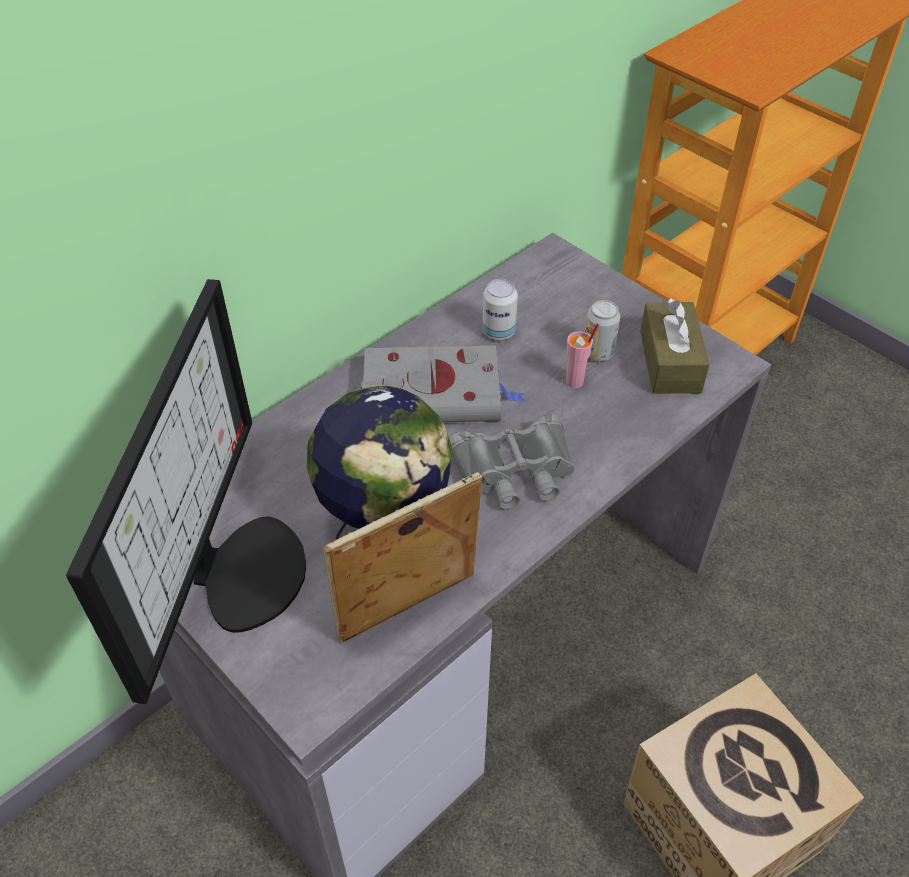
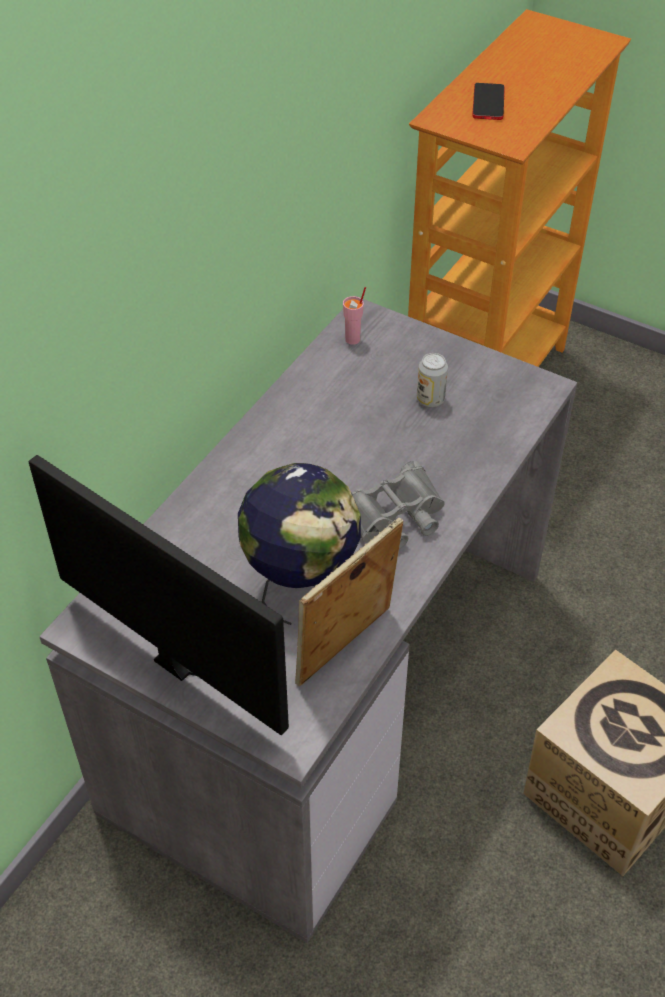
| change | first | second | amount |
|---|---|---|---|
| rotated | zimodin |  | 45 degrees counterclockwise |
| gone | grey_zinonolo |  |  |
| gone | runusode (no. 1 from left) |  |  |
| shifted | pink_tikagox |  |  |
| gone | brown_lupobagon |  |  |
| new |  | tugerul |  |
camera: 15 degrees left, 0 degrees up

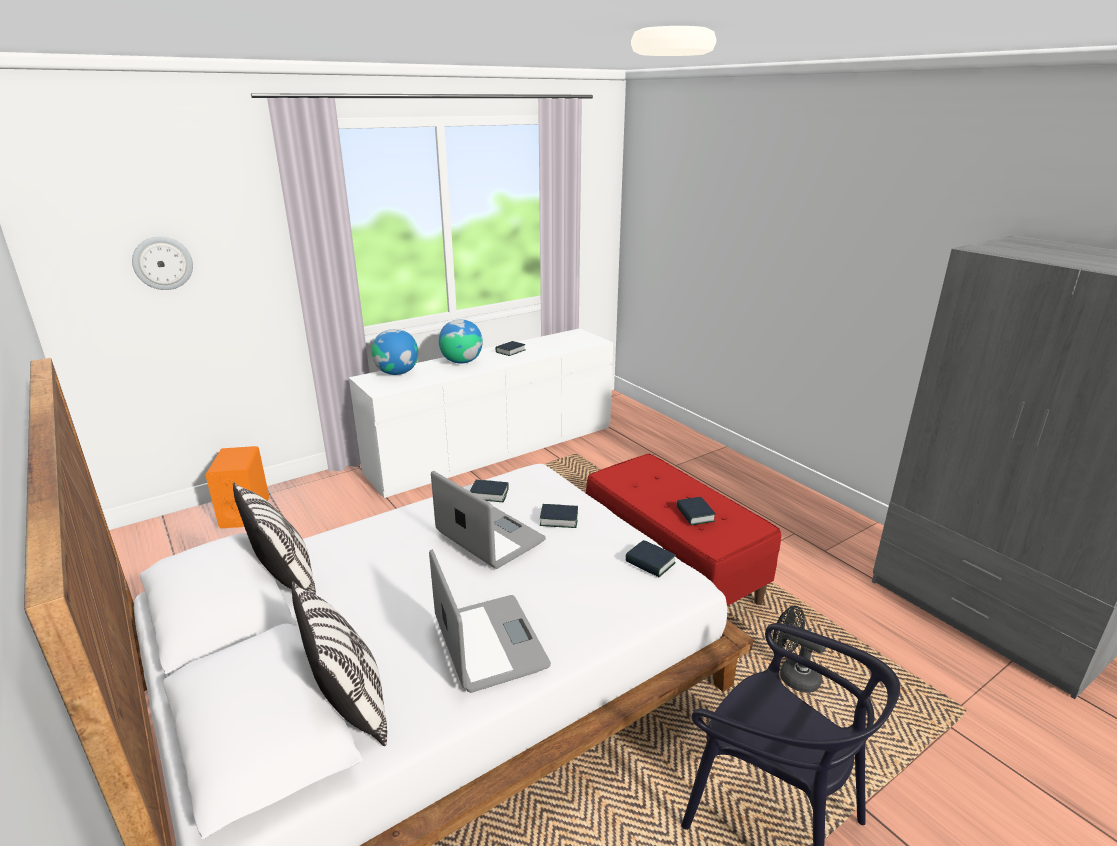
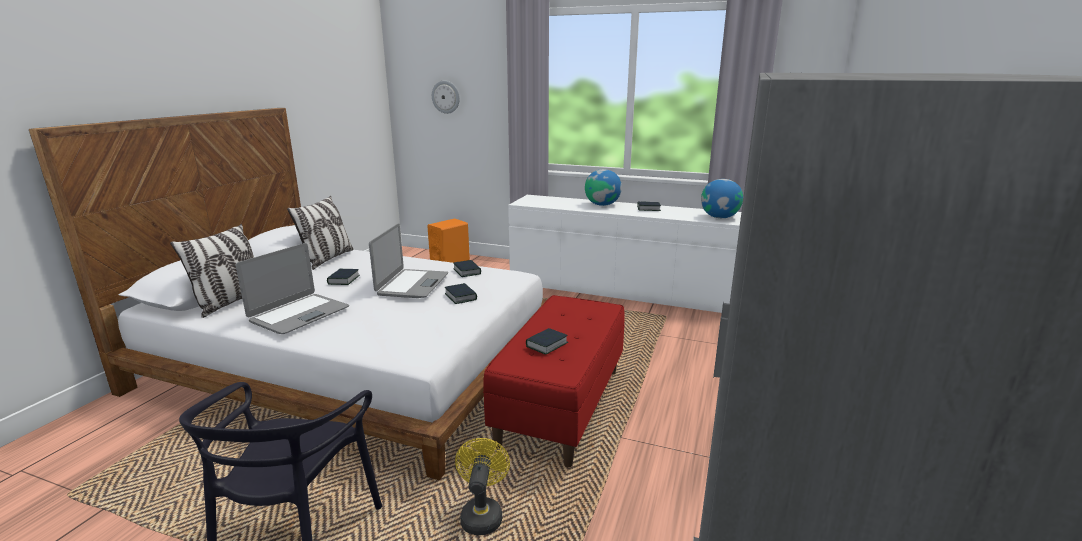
| change | first | second | amount |
|---|---|---|---|
| shifted | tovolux (no. 1 from left in the first image) | tovolux (no. 2 from left) |  |
| shifted | zinonolo (no. 4 from left in the first image) | zinonolo (no. 1 from left) |  |
| repainted | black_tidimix | yellow_tidimix |  |
camera: 55 degrees right, 5 degrees down

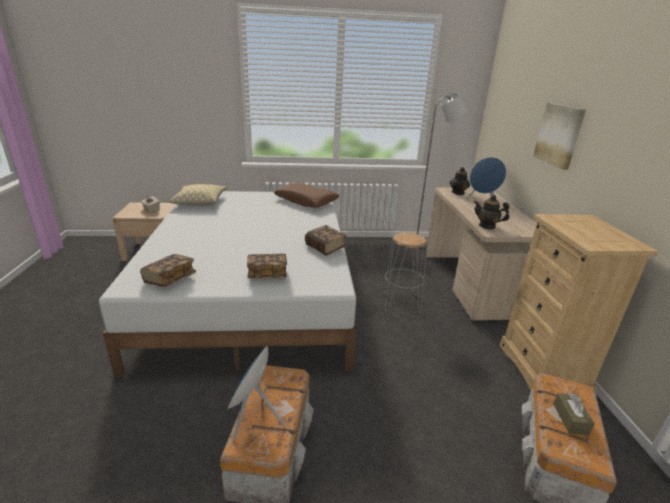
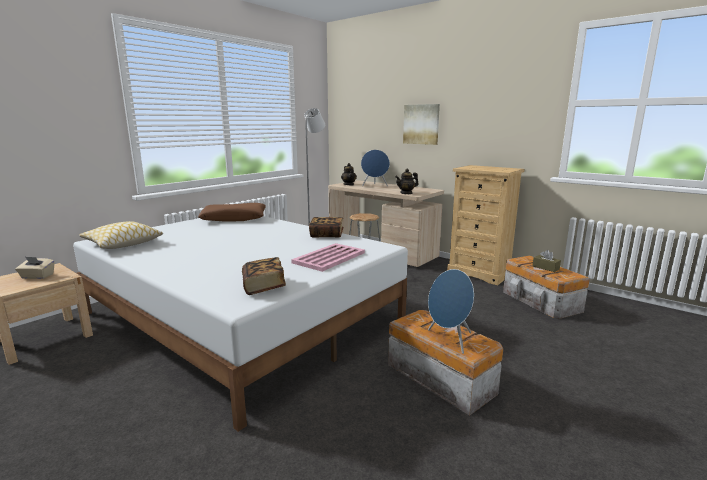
| change | first | second | amount |
|---|---|---|---|
| swapped | zinonolo (no. 2 from left) | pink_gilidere |  |
camera: 45 degrees left, 10 degrees down

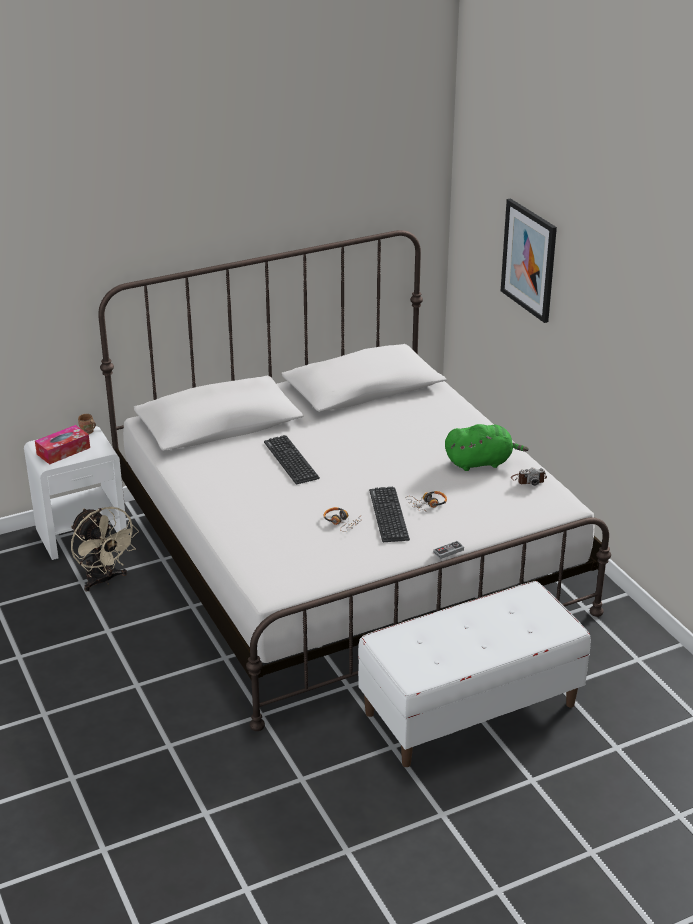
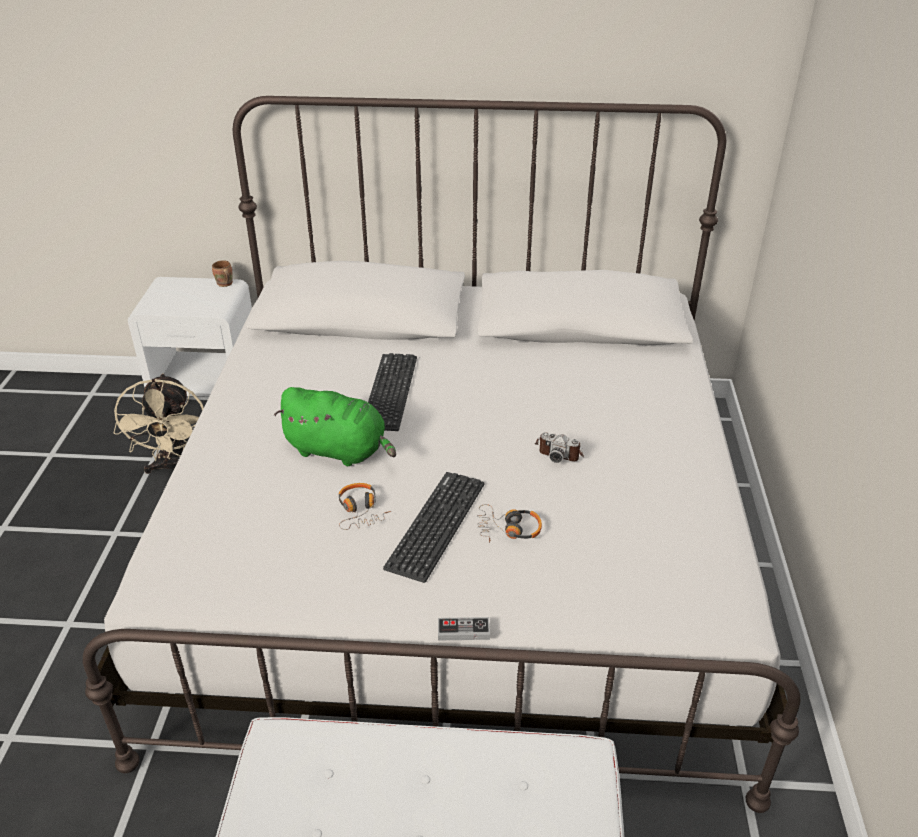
| change | first | second | amount |
|---|---|---|---|
| gone | lupobagon |  |  |
| shifted | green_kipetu |  |  |
| gone | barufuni |  |  |
| shifted | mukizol |  |  |
camera: 30 degrees right, 5 degrees up

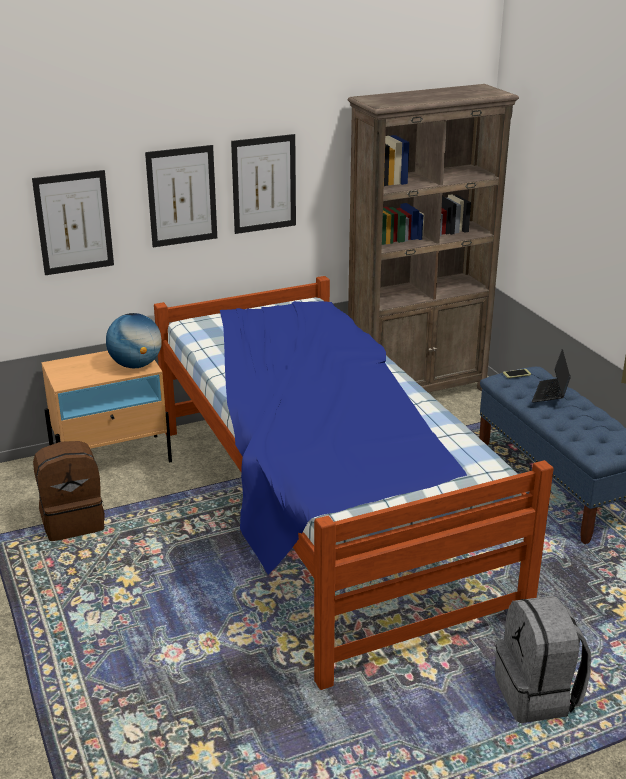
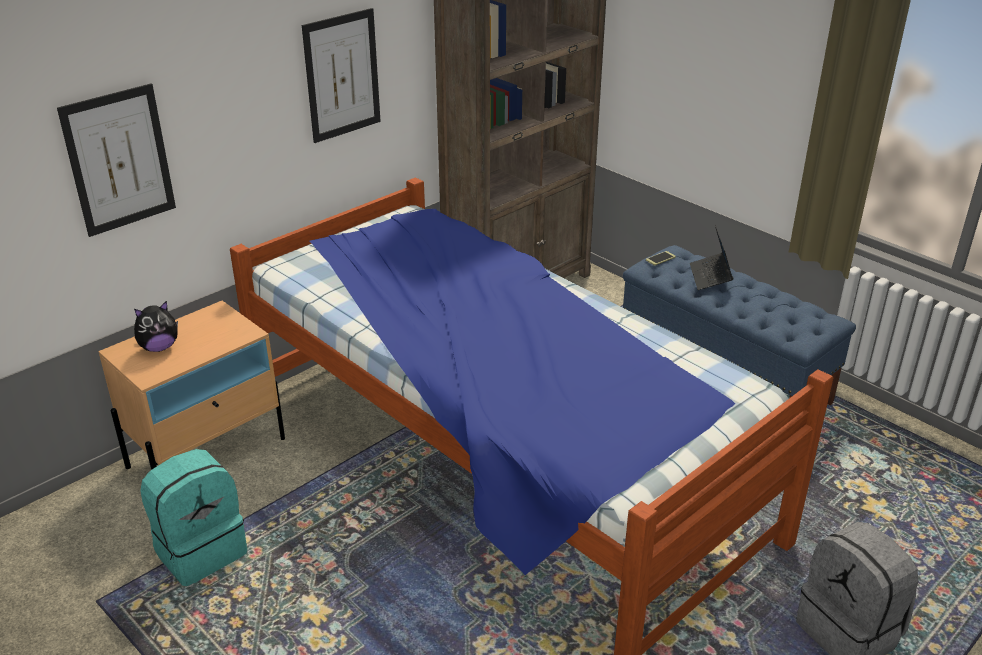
| change | first | second | amount |
|---|---|---|---|
| repainted | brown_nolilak | turquoise_nolilak |  |
| gone | tovolux |  |  |
| gone | barufuni (no. 2 from left) |  |  |
| new |  | kipetu |  |
camera: 20 degrees left, 5 degrees up

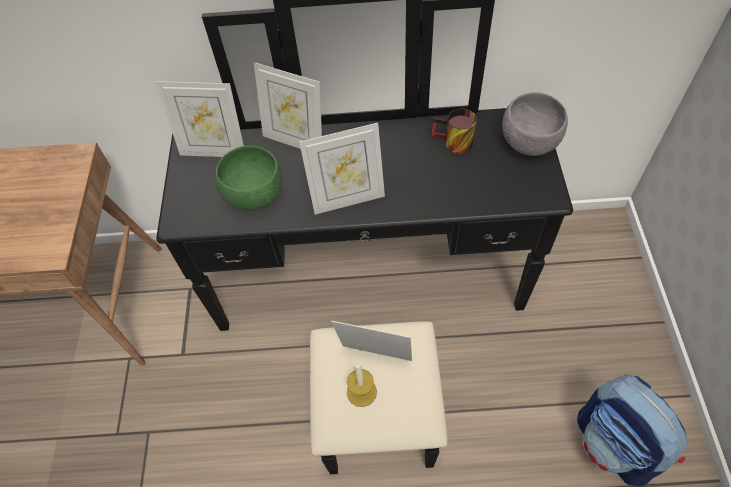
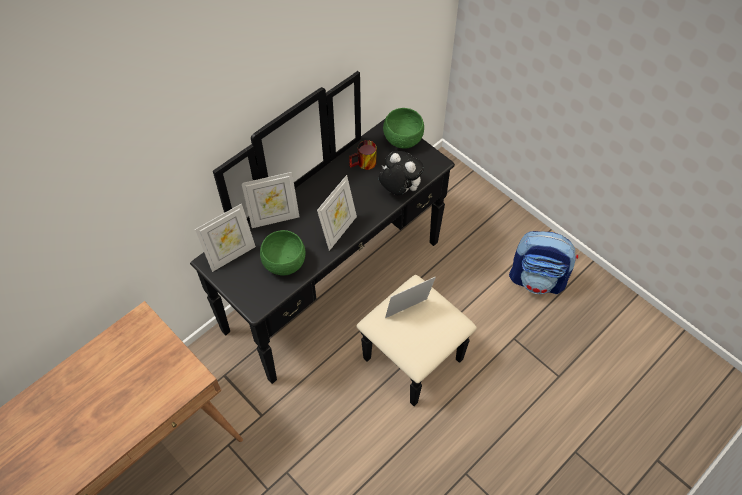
| change | first | second | amount |
|---|---|---|---|
| gone | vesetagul |  |  |
| repainted | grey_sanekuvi | green_sanekuvi (no. 2 from left) |  |
| new |  | kipetu |  |
camera: 45 degrees left, 0 degrees up

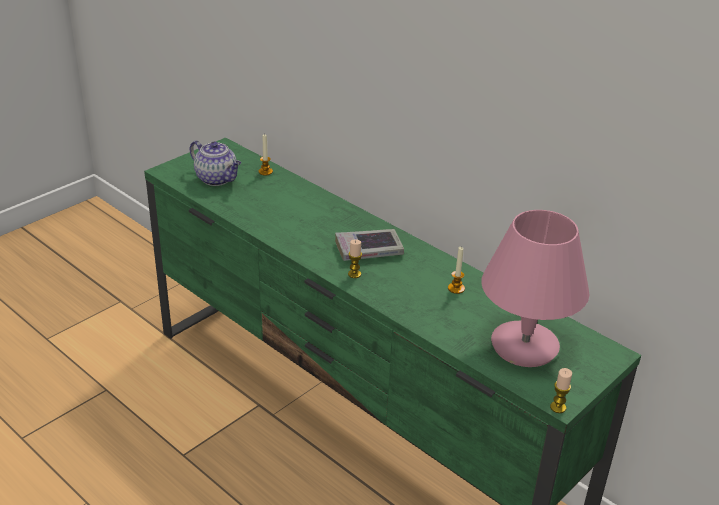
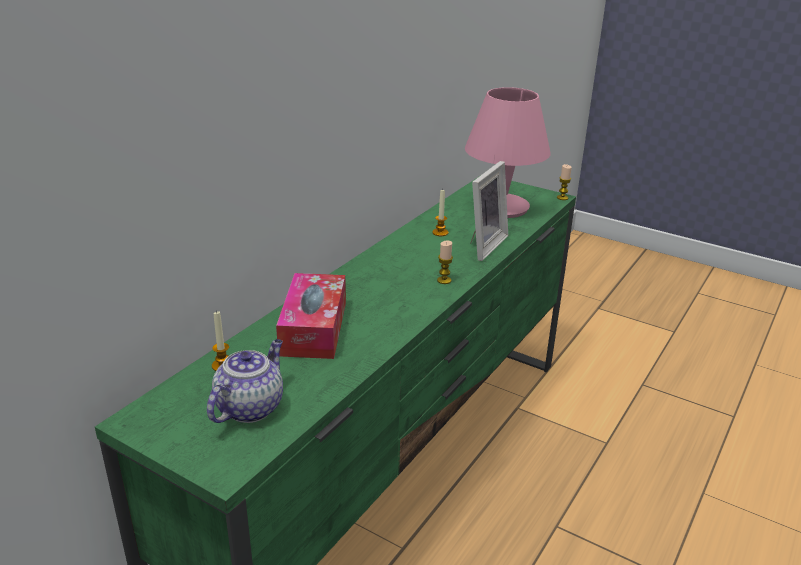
| change | first | second | amount |
|---|---|---|---|
| gone | zinonolo |  |  |
| new |  | lupobagon |  |
| new |  | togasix |  |
camera: 100 degrees left, 5 degrees down

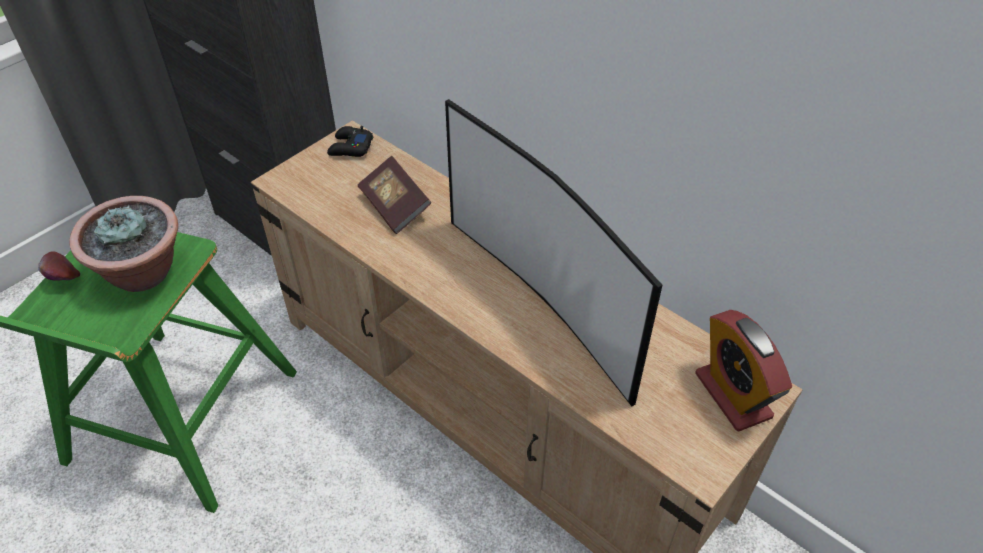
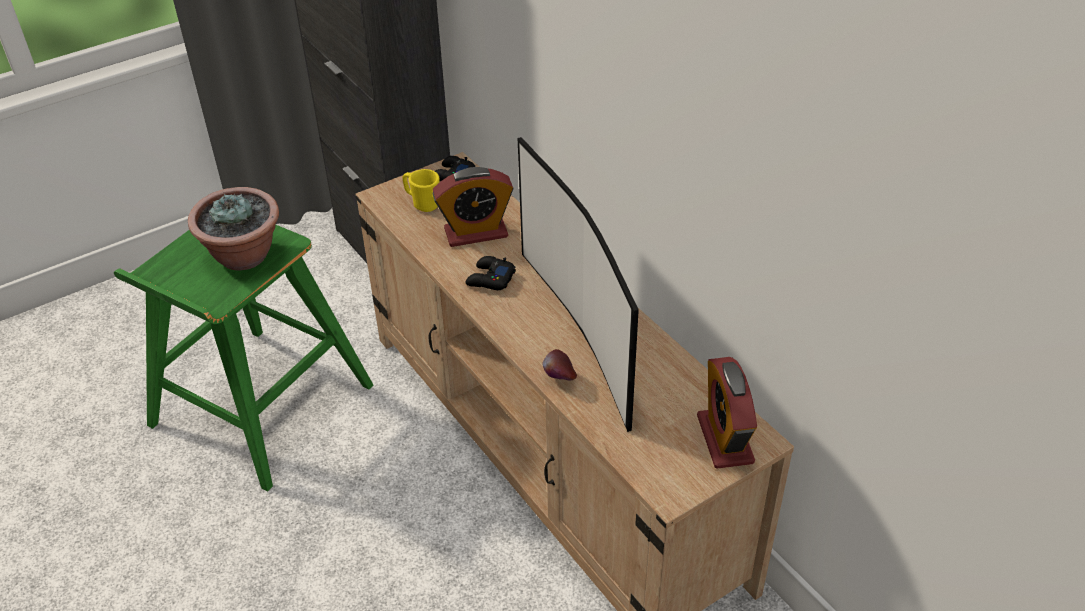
| change | first | second | amount |
|---|---|---|---|
| shifted | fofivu |  |  |
| swapped | zinonolo | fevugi (no. 1 from left) |  |
| new |  | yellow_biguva |  |
| new |  | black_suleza (no. 2 from left) |  |
camera: 15 degrees right, 5 degrees down

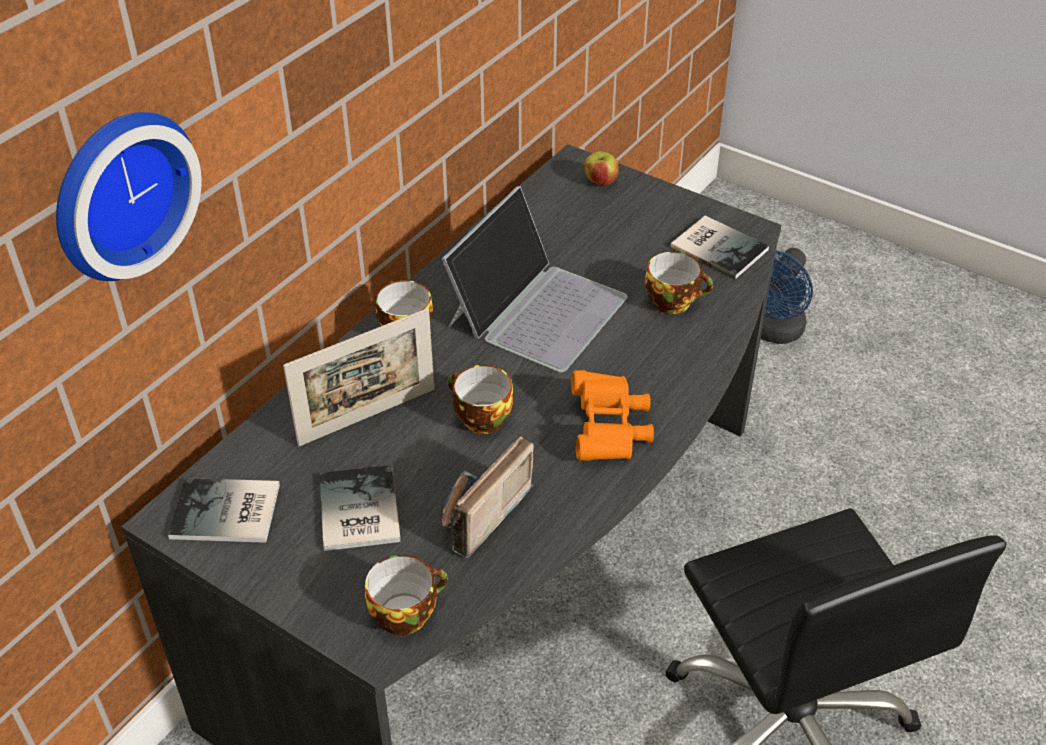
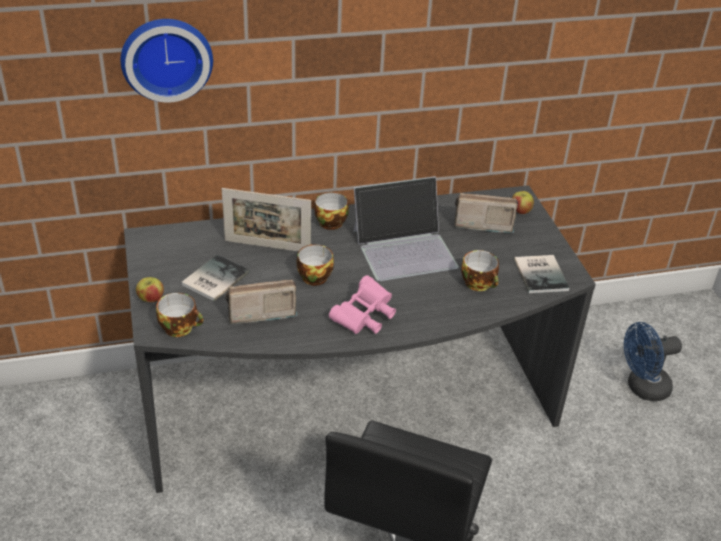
| change | first | second | amount |
|---|---|---|---|
| gone | zinonolo (no. 1 from left) |  |  |
| repainted | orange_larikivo | pink_larikivo |  |
| new |  | fofivu (no. 1 from left) |  |
| new |  | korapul (no. 2 from left) |  |
camera: 40 degrees right, 5 degrees down

